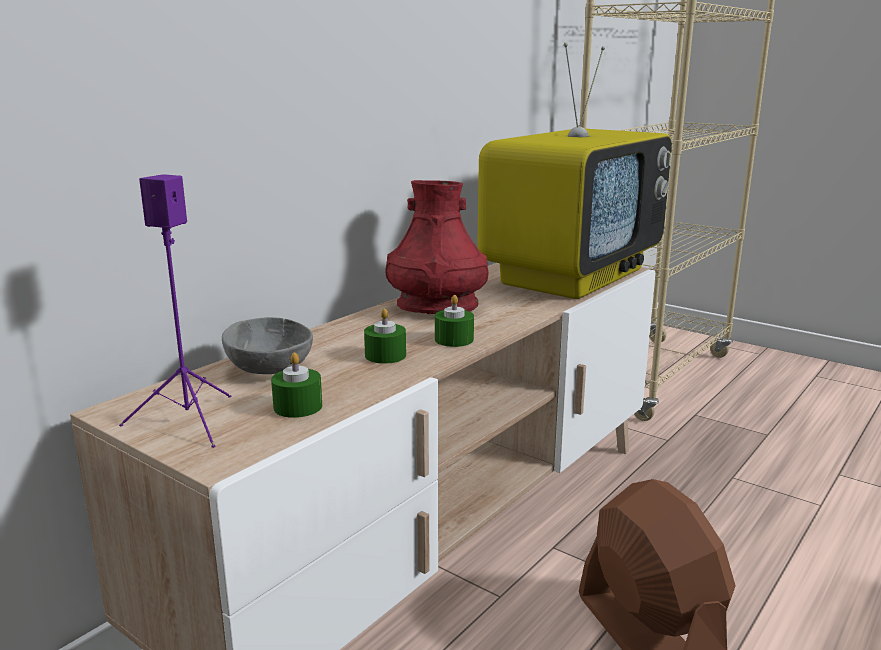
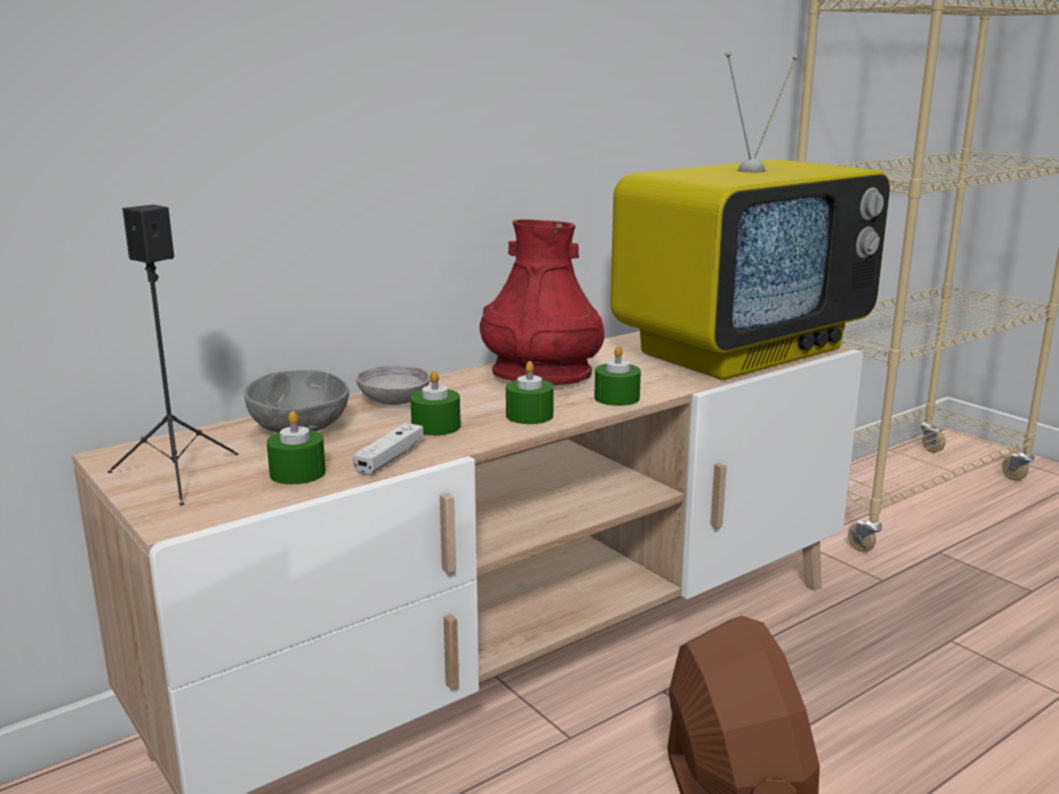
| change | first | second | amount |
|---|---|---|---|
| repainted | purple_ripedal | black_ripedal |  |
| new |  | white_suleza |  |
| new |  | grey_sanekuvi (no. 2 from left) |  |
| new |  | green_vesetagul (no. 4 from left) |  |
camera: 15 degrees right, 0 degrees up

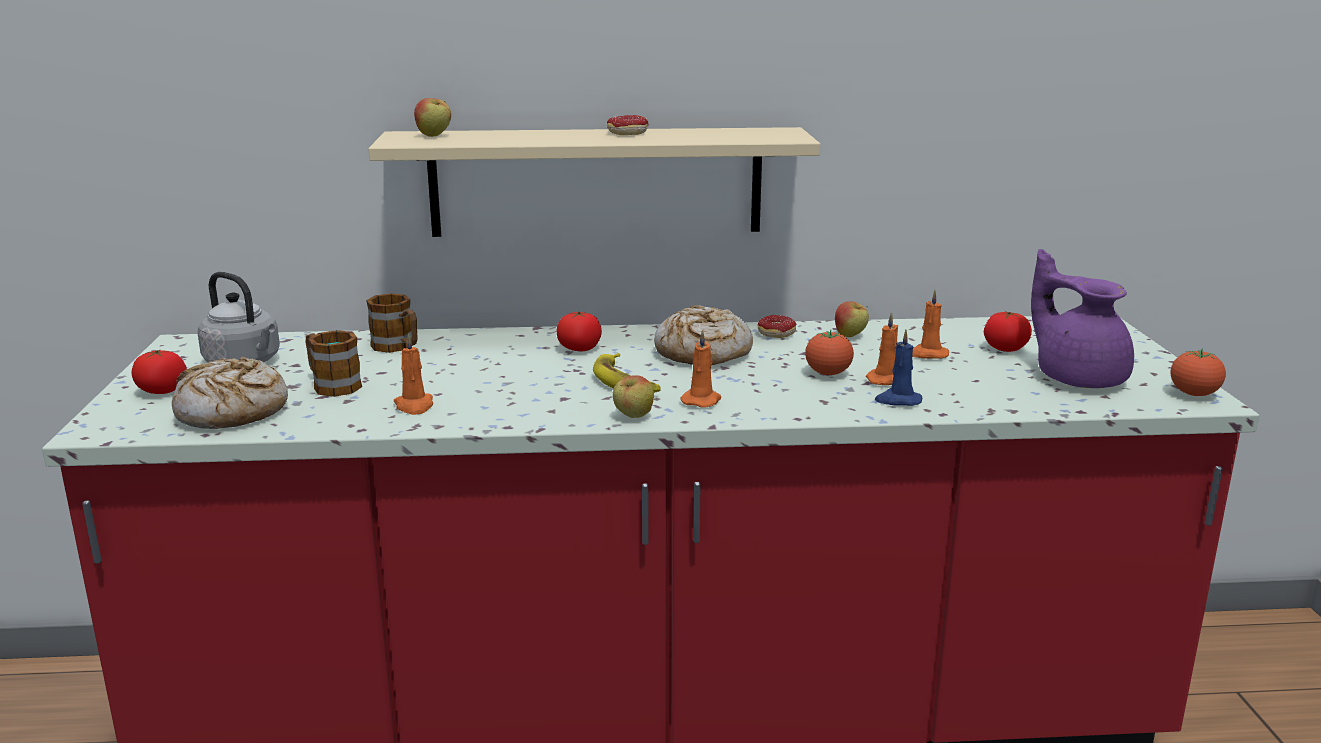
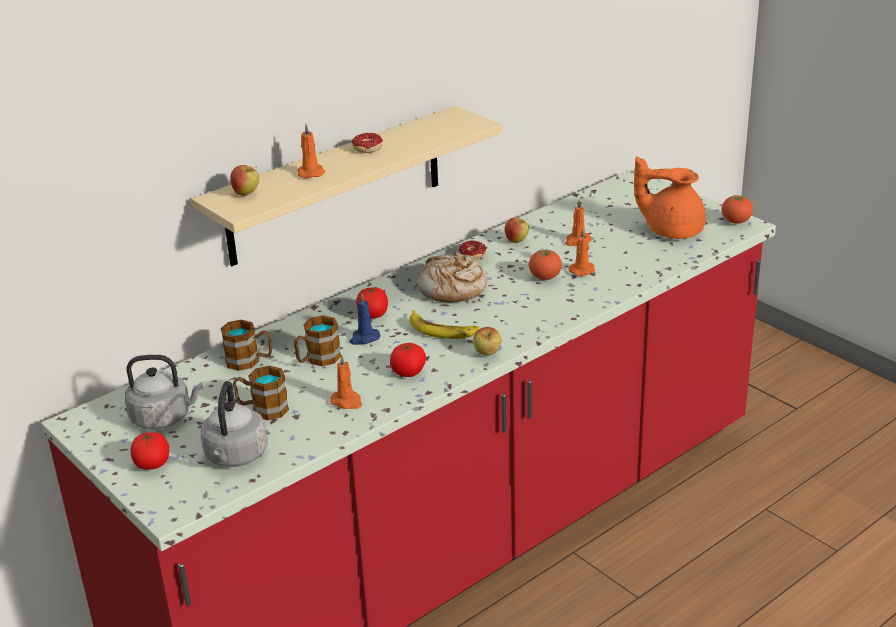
| change | first | second | amount |
|---|---|---|---|
| swapped | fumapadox (no. 1 from left) | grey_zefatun (no. 2 from left) |  |
| shifted | orange_vesetagul (no. 2 from left in the first image) | orange_vesetagul (no. 1 from left) |  |
| shifted | blue_vesetagul |  |  |
| shifted | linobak (no. 4 from left in the first image) | linobak (no. 3 from left) |  |
| repainted | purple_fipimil | orange_fipimil |  |
| new |  | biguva (no. 3 from left) |  |
camera: 35 degrees left, 10 degrees up

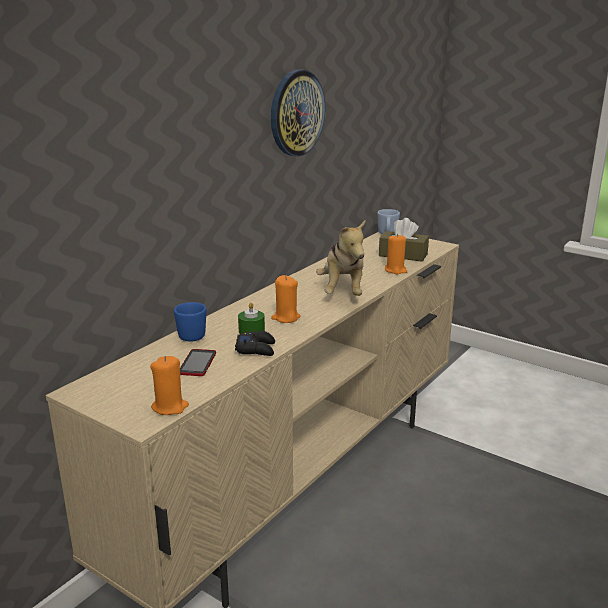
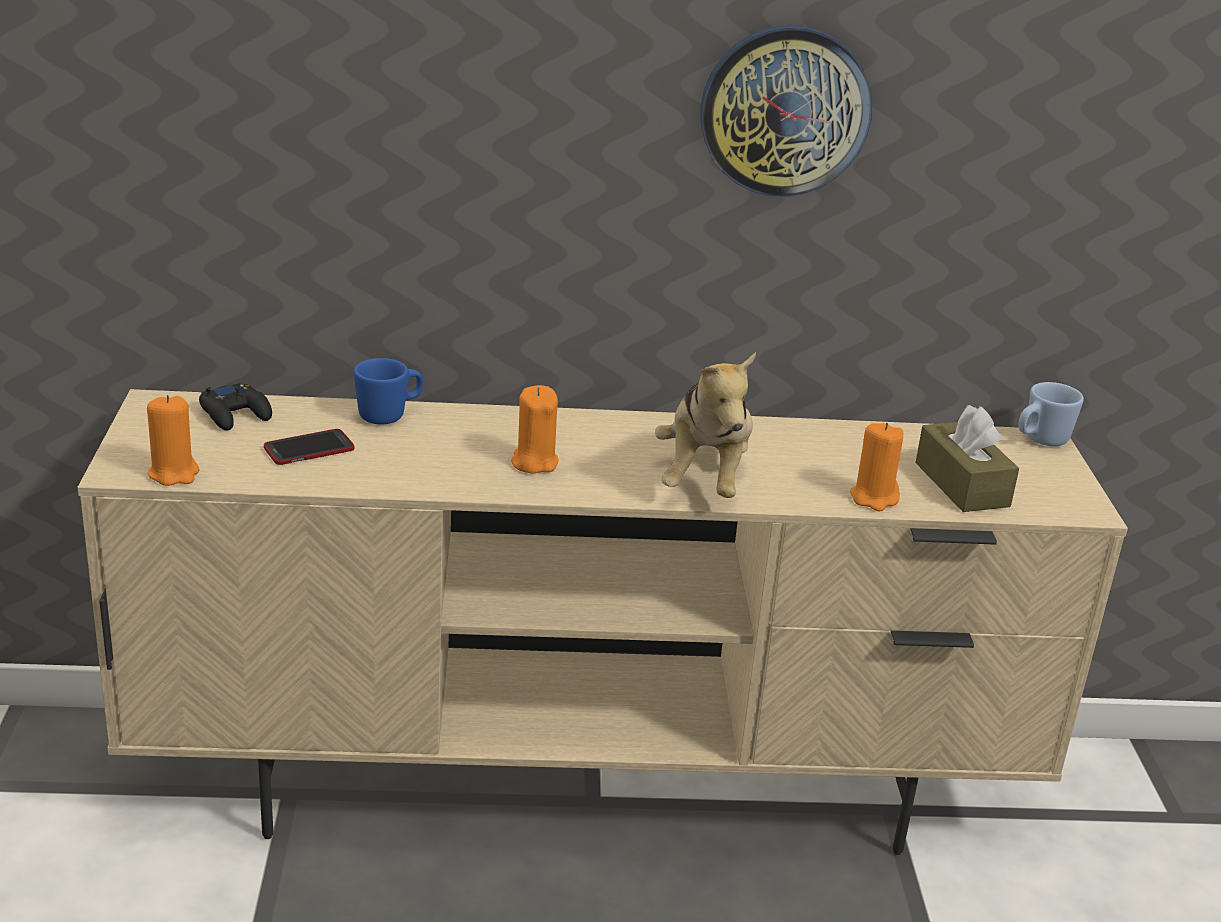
| change | first | second | amount |
|---|---|---|---|
| shifted | black_suleza |  |  |
| gone | green_vesetagul |  |  |
| rotated | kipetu |  | 45 degrees counterclockwise |
camera: 50 degrees right, 5 degrees up

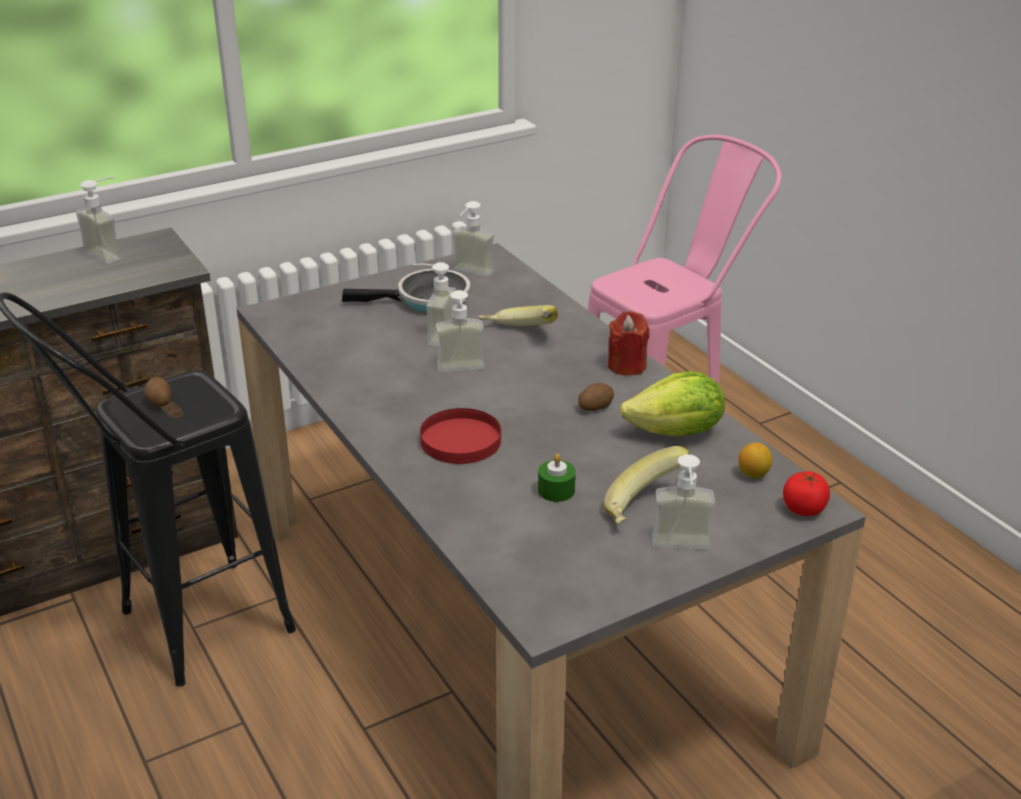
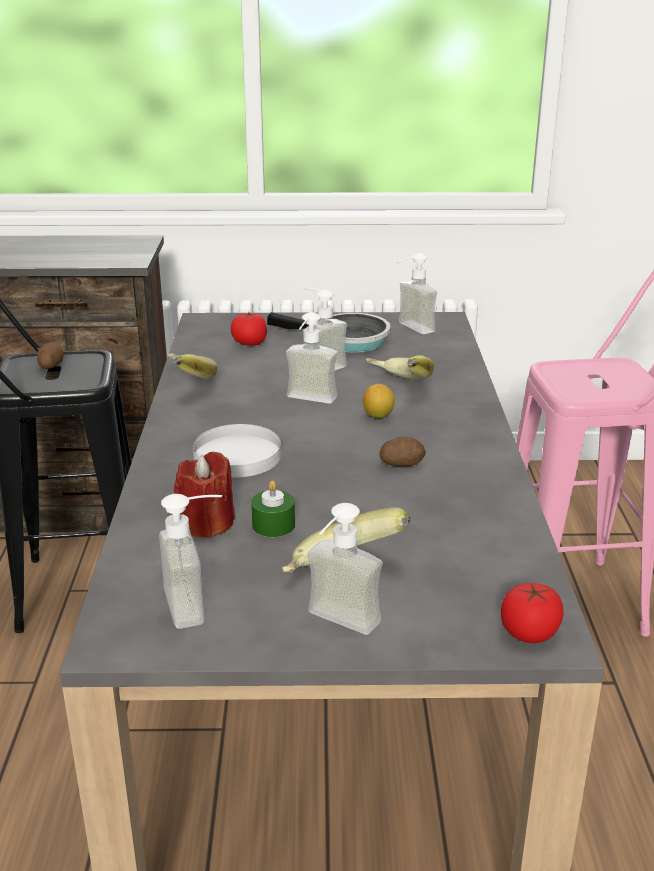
| change | first | second | amount |
|---|---|---|---|
| shifted | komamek (no. 1 from left) |  |  |
| repainted | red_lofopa | white_lofopa |  |
| shifted | red_vesetagul |  |  |
| gone | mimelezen |  |  |
| shifted | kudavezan |  |  |
| new |  | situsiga (no. 1 from left) |  |
| new |  | linobak (no. 1 from left) |  |
camera: 30 degrees right, 5 degrees down

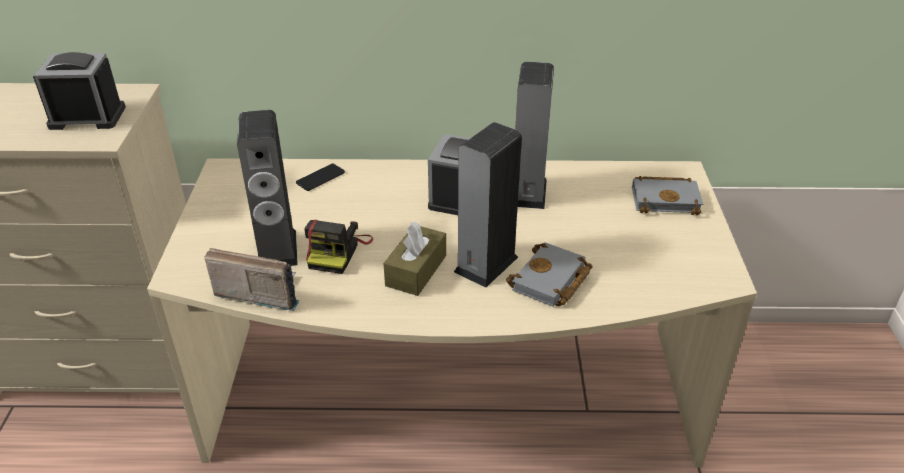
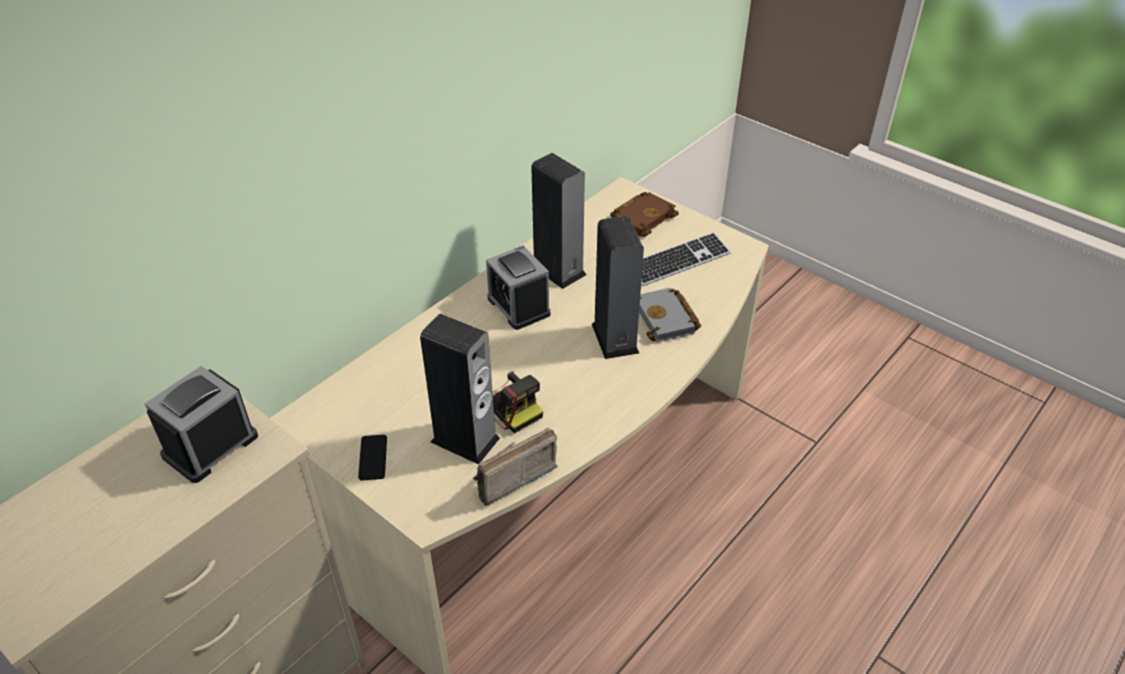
| change | first | second | amount |
|---|---|---|---|
| shifted | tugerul |  |  |
| gone | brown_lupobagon |  |  |
| repainted | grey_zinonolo (no. 2 from left) | brown_zinonolo |  |
| new |  | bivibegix |  |
camera: 50 degrees left, 5 degrees up

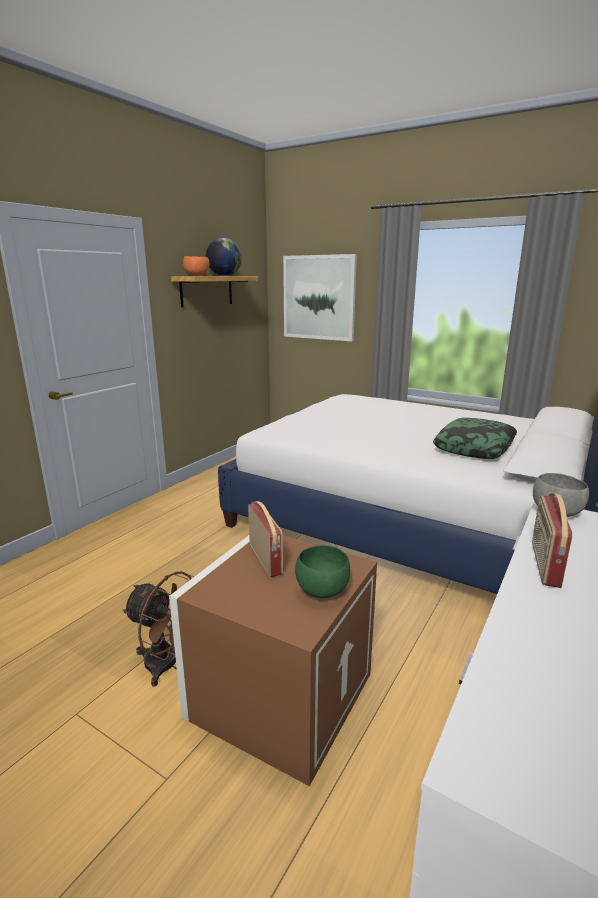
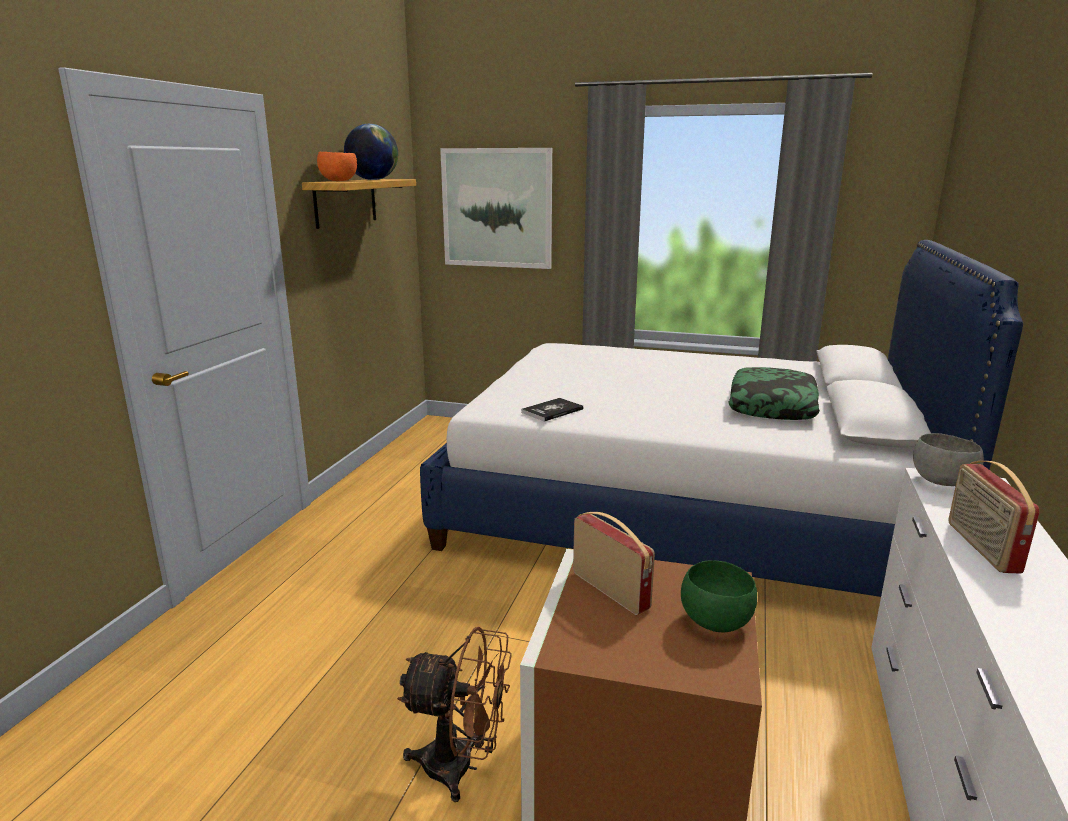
| change | first | second | amount |
|---|---|---|---|
| new |  | zinonolo |  |
camera: 15 degrees left, 0 degrees up

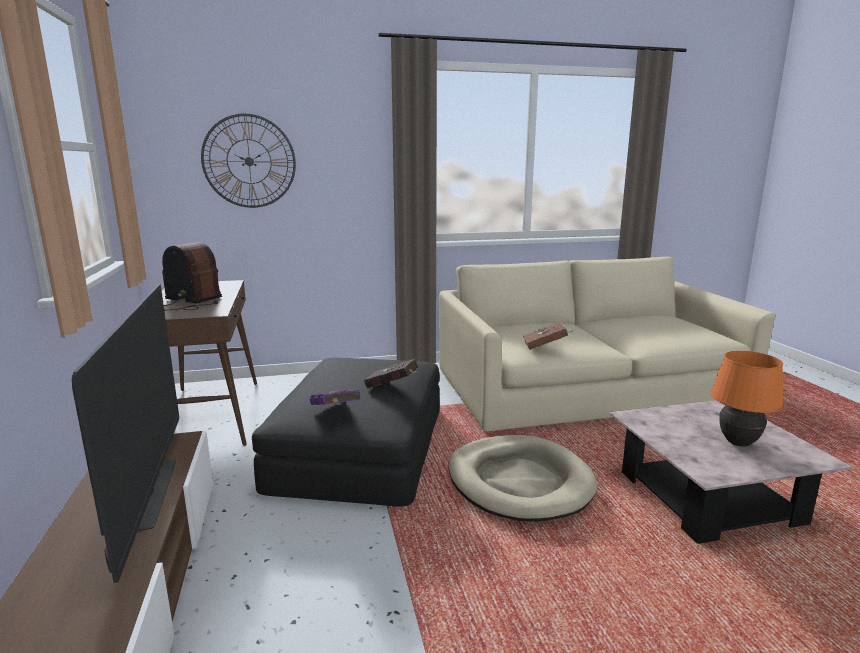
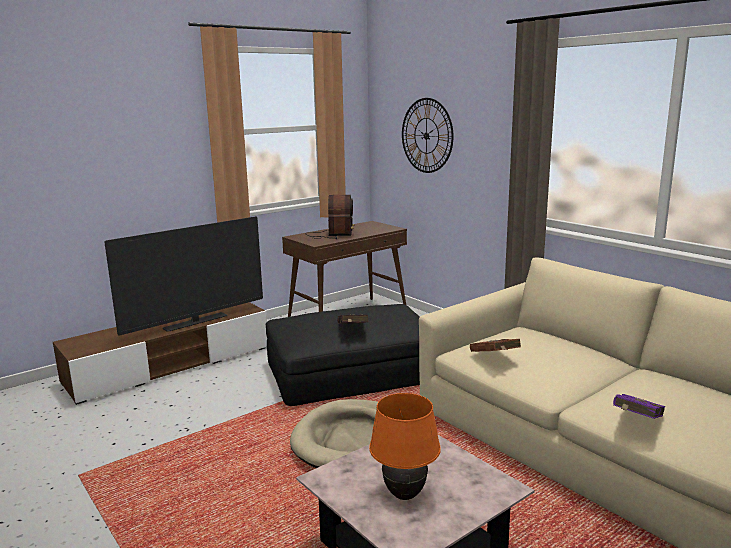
| change | first | second | amount |
|---|---|---|---|
| shifted | purple_zinonolo |  |  |
camera: 65 degrees right, 0 degrees up

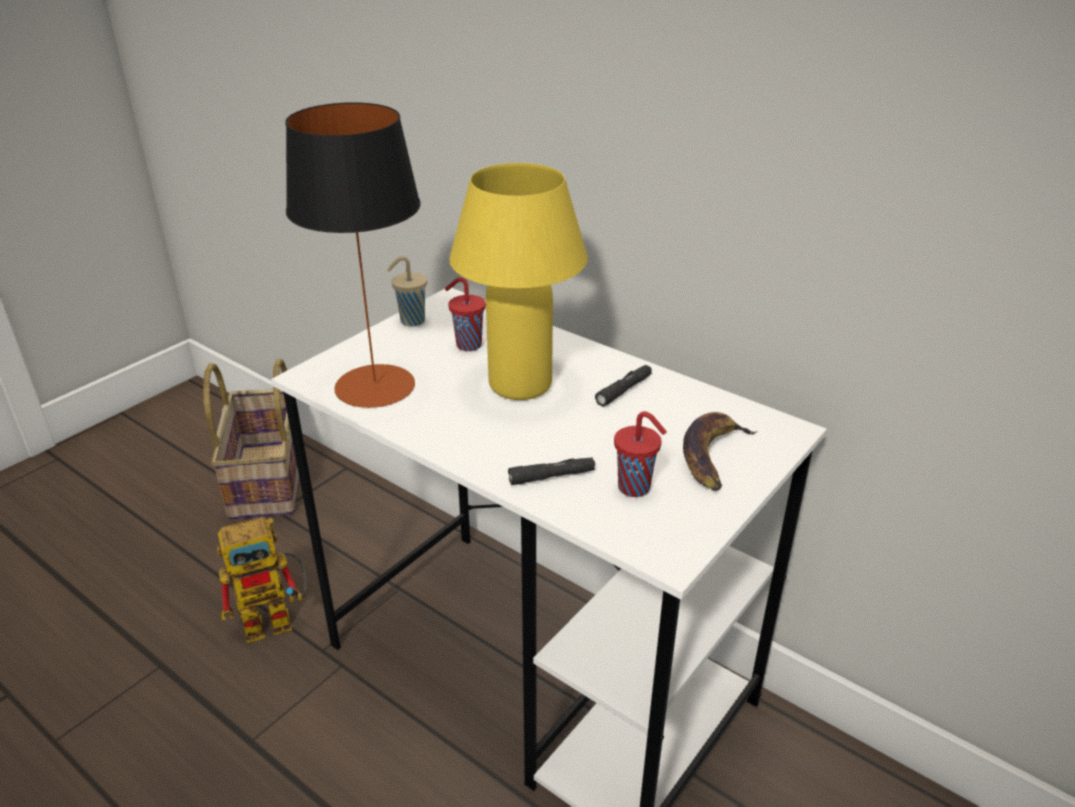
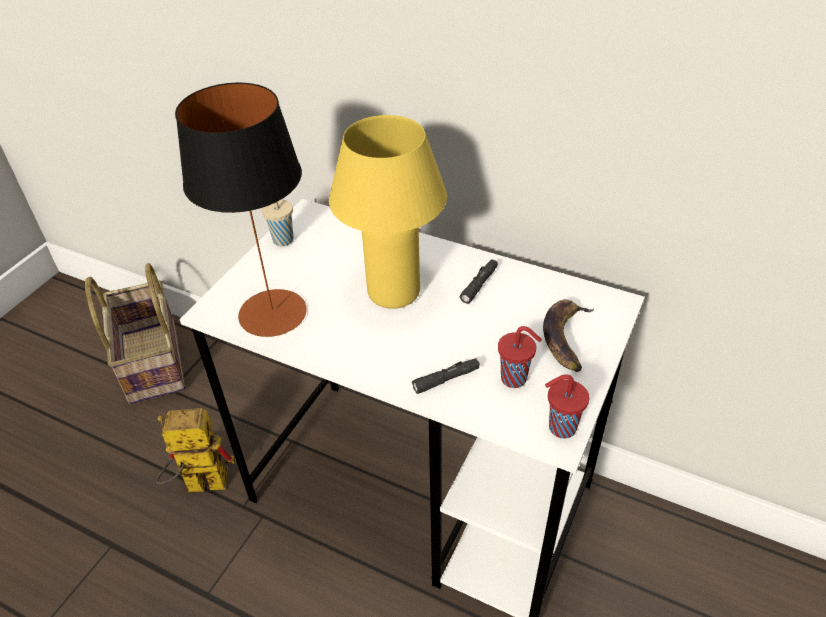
| change | first | second | amount |
|---|---|---|---|
| rotated | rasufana |  | 150 degrees counterclockwise |
| shifted | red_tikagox (no. 1 from left in the first image) | red_tikagox (no. 2 from left) |  |
camera: 10 degrees left, 10 degrees up

